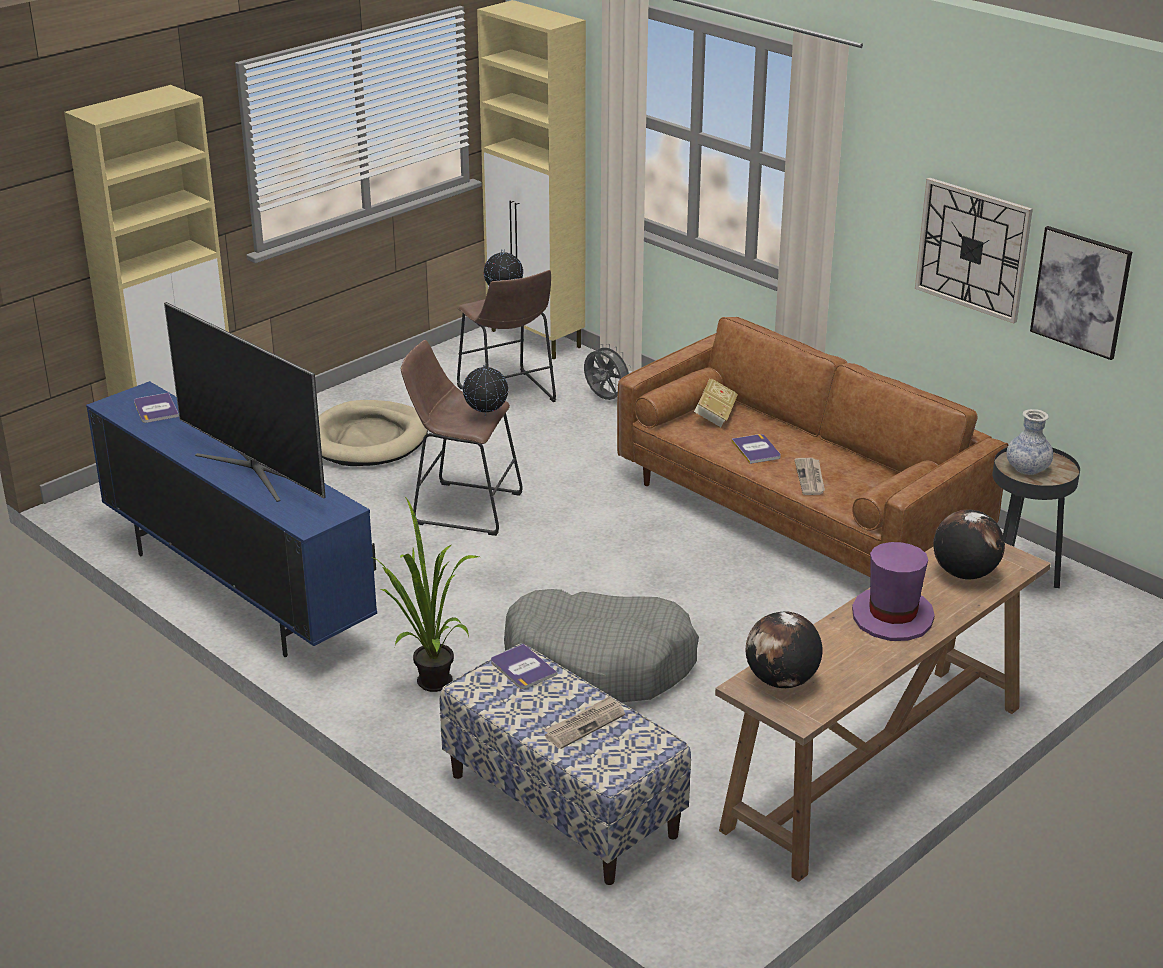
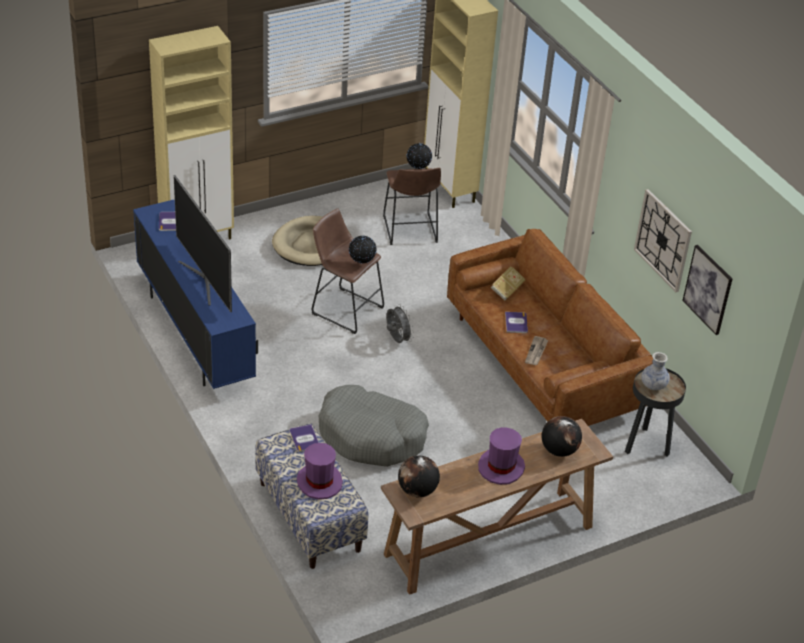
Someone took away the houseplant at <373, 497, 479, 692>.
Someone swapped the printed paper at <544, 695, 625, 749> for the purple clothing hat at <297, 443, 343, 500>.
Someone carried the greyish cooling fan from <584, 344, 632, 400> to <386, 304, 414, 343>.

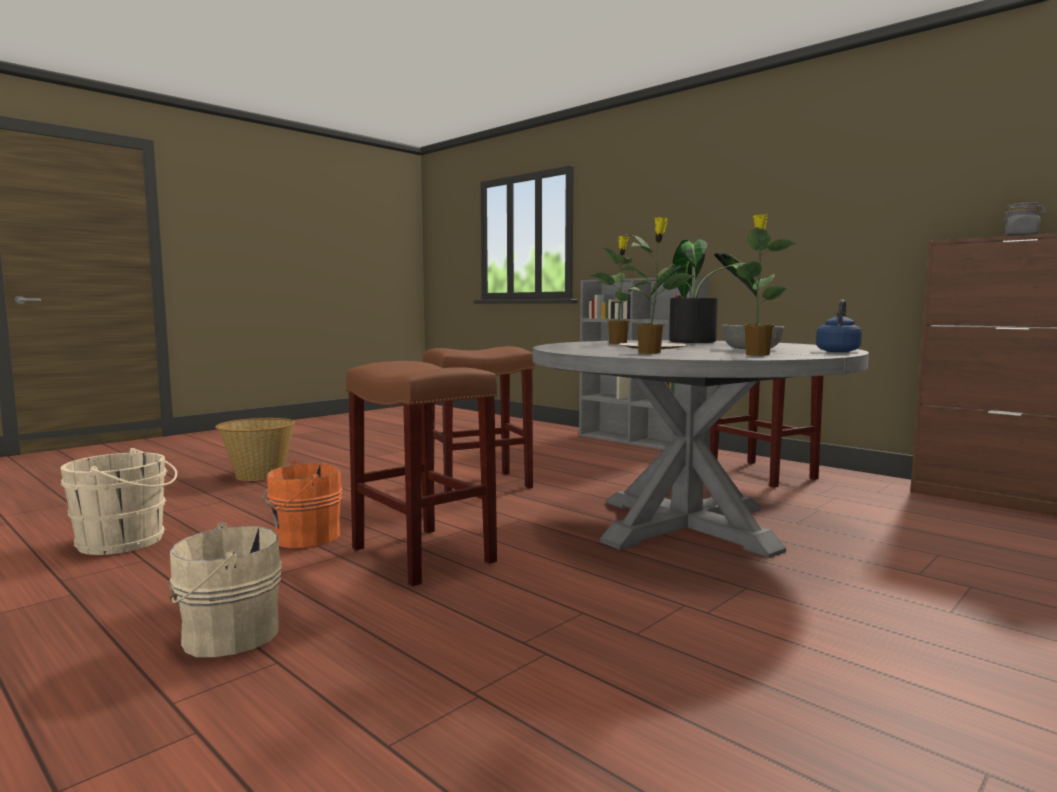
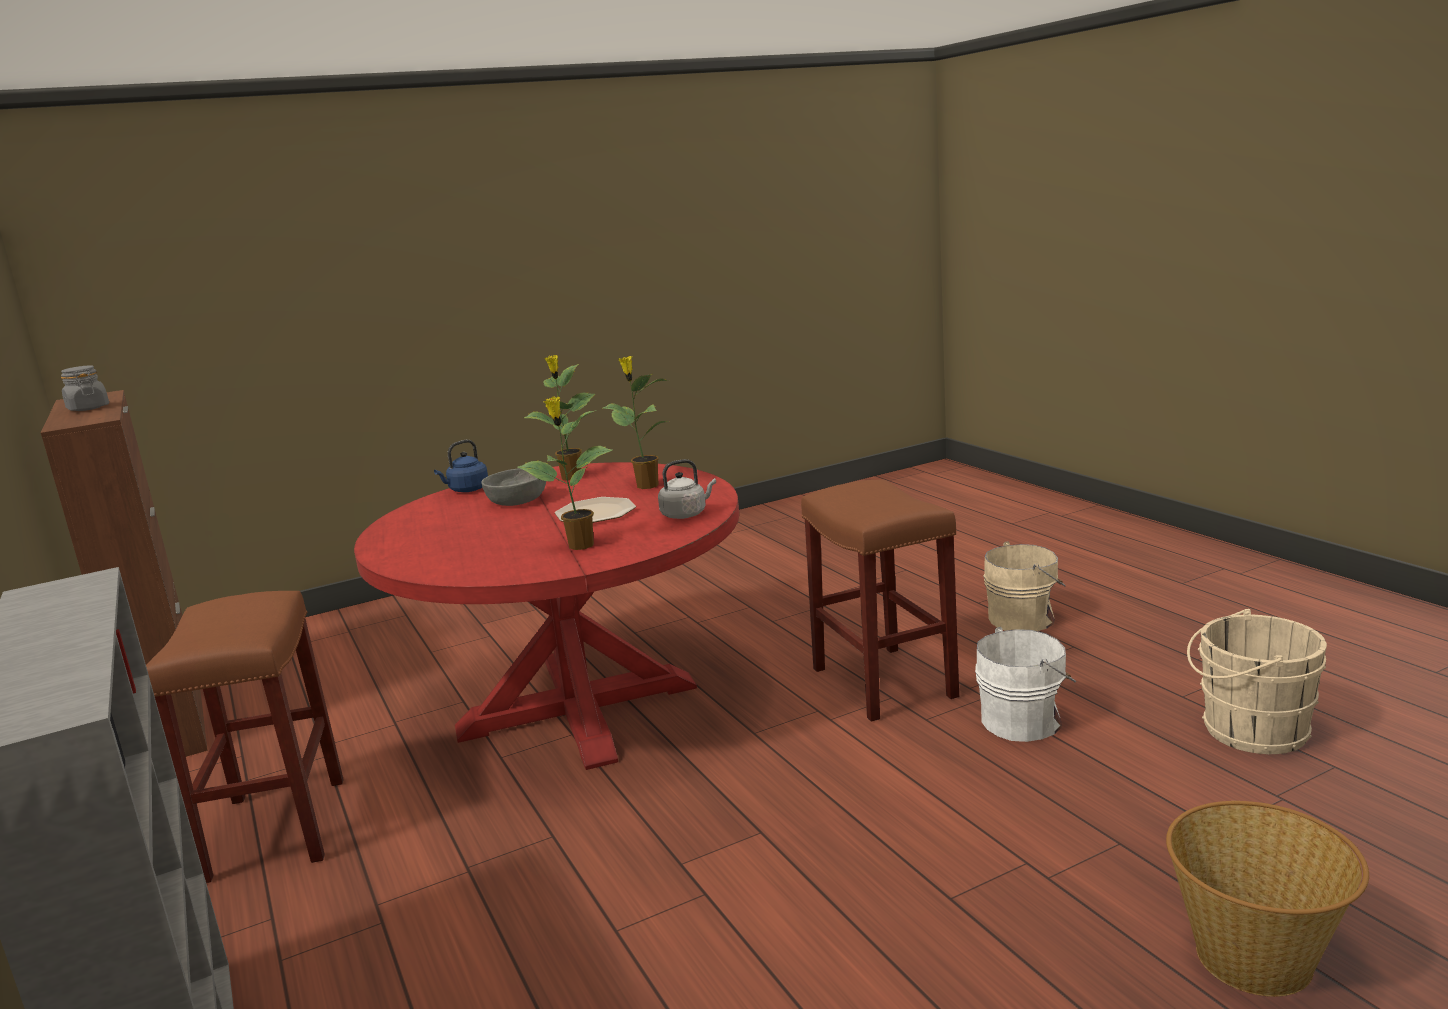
Someone repainted the orange-coloured bucket at <263, 460, 343, 548>, which became the white bucket at <975, 627, 1076, 742>.
Someone took away the brown stool seat at <423, 346, 535, 492>.
Someone repainted the greyish dining table at <533, 340, 869, 558>, which became the red-coloured dining table at <354, 462, 739, 770>.
Someone took away the houseplant at <651, 239, 757, 343>.
Someone put down the greyish kettle at <658, 459, 716, 519>.

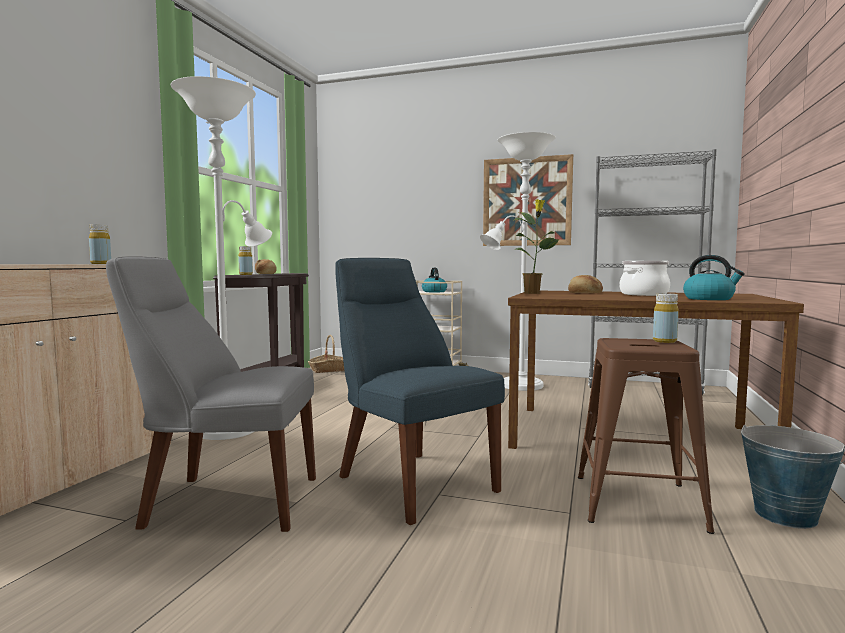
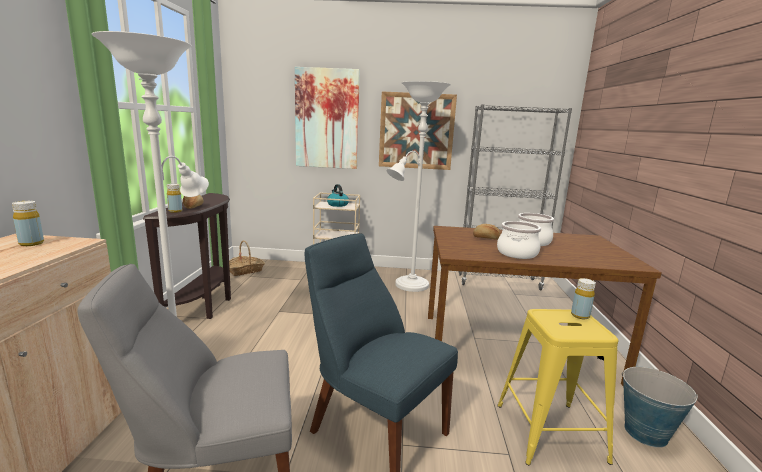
Someone took away the houseplant at <514, 199, 559, 294>.
Someone repainted the brown stool seat at <578, 338, 714, 534>, which became the yellow stool seat at <498, 309, 618, 465>.
Someone took away the kettle at <683, 255, 745, 300>.
Someone put up the wall picture at <295, 67, 360, 169>.
Someone put down the saucepot at <497, 221, 541, 259>.

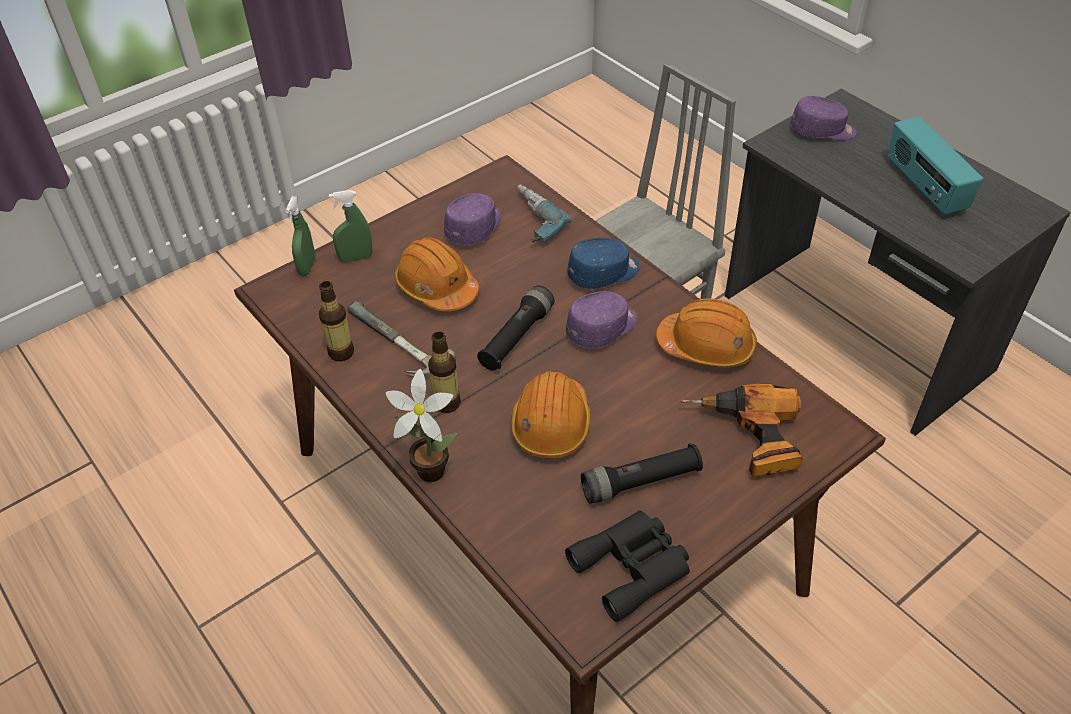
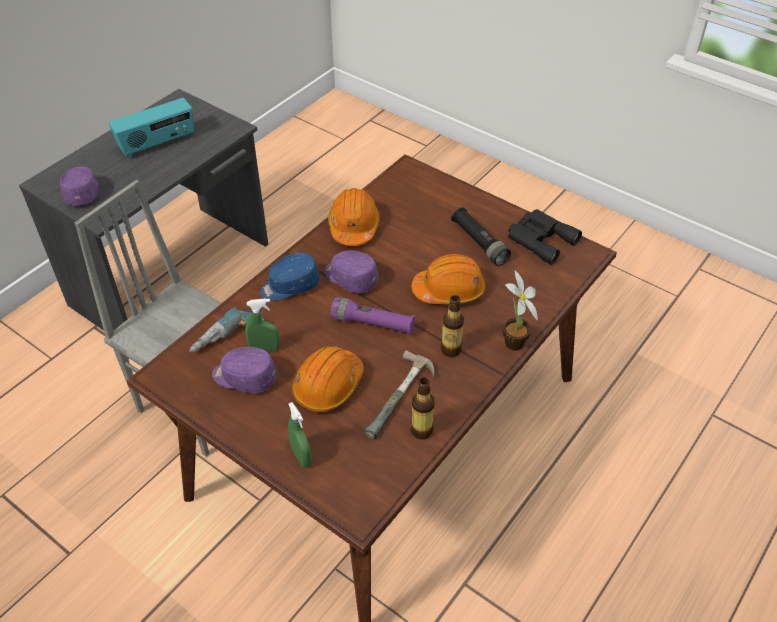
Someone carried the green sprayer from <286, 196, 315, 276> to <245, 298, 280, 353>.
Someone repainted the blackish torch at <477, 285, 554, 371>, which became the purple torch at <331, 297, 415, 335>.
Someone rotated the bluish baseball cap at <567, 238, 640, 289> by 75 degrees counterclockwise.
Someone took away the electric drill at <681, 384, 803, 477>.

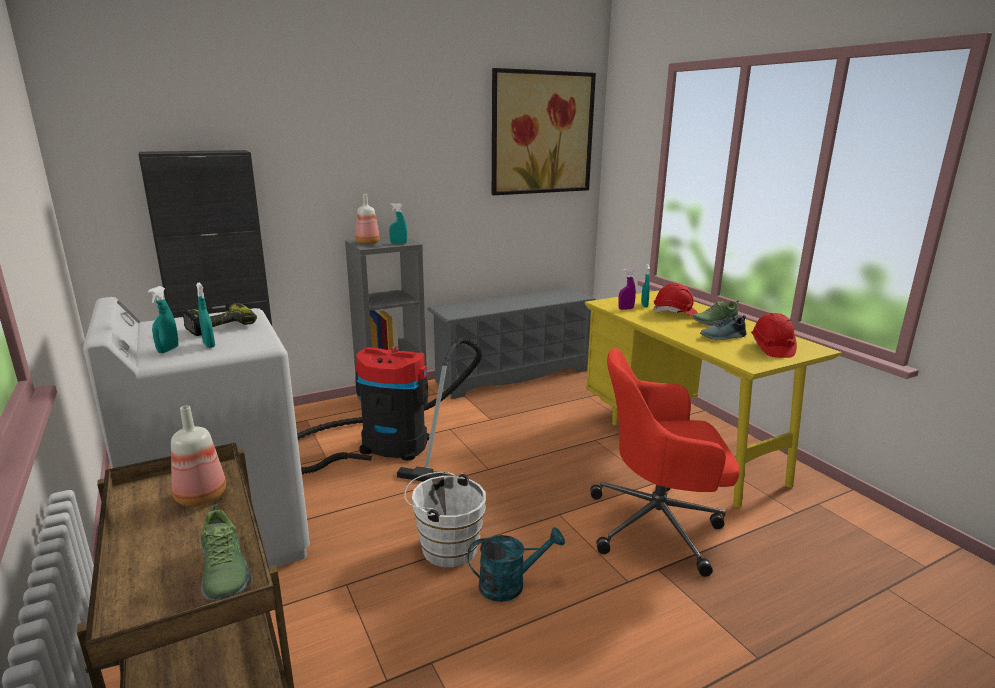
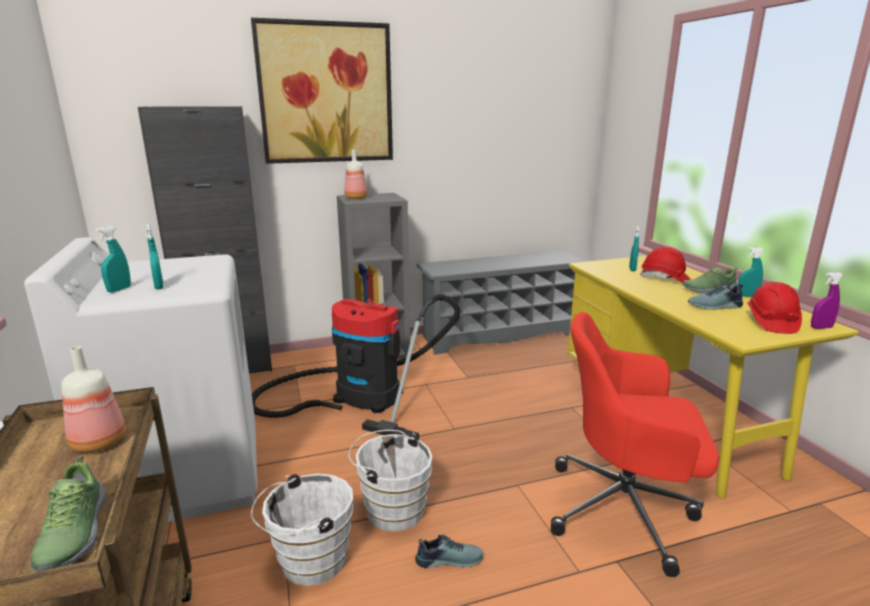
Someone took away the electric drill at <182, 302, 257, 336>.
Someone carried the turquoise-coloured sprayer from <389, 203, 407, 244> to <738, 247, 764, 297>.
Someone swapped the turquoise-coloured watering can at <467, 527, 565, 602> for the item of footwear at <415, 534, 483, 569>.
Someone carried the wall picture from <492, 68, 596, 195> to <251, 18, 393, 164>.
Someone carried the purple sprayer from <618, 268, 636, 310> to <811, 272, 843, 329>.
Someone put down the white bucket at <251, 474, 353, 586>.

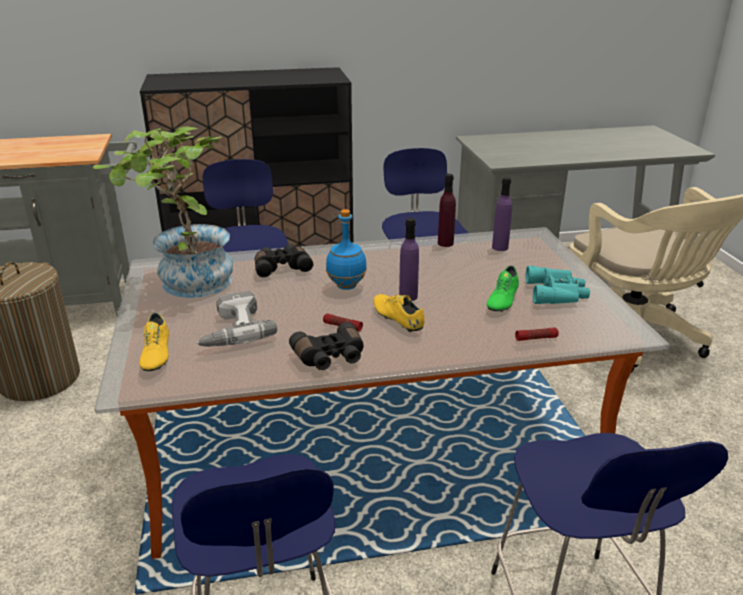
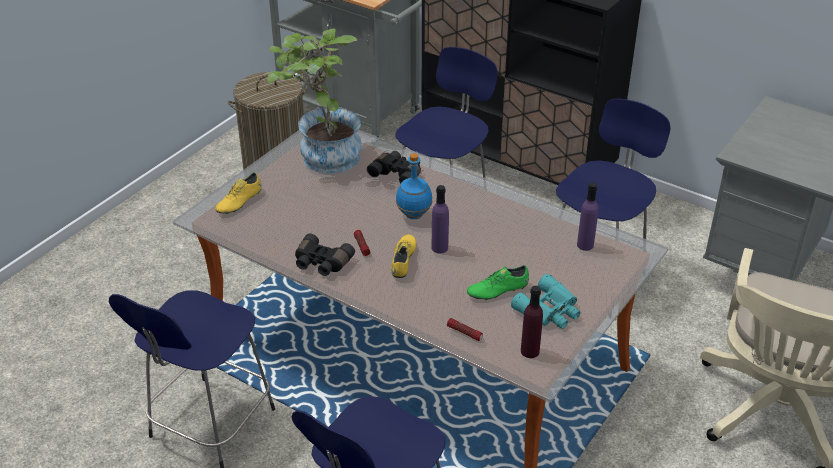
Someone took away the electric drill at <196, 291, 277, 347>.
Someone carried the purple bottle from <438, 174, 456, 247> to <521, 286, 543, 358>.

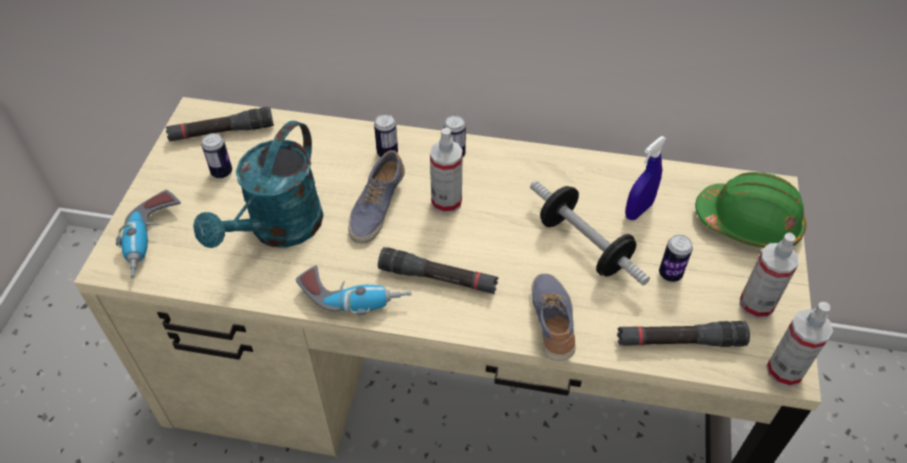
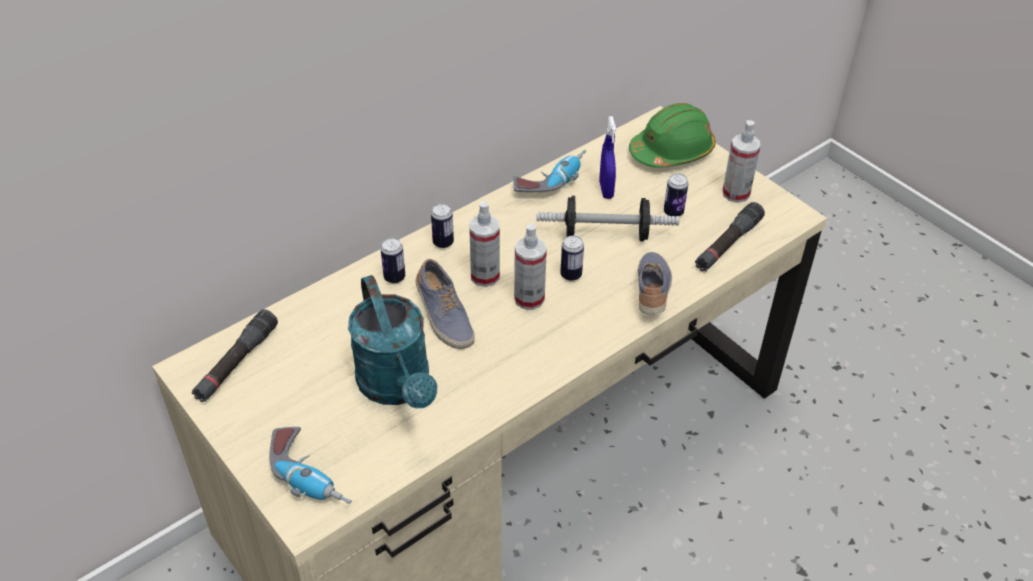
Someone carried the can from <202, 133, 232, 178> to <560, 235, 584, 281>.
Someone carried the electric drill from <296, 265, 411, 316> to <513, 150, 586, 192>.
Someone took away the blackish torch at <378, 247, 498, 294>.
Someone rotated the item of footwear at <531, 273, 576, 361> by 60 degrees clockwise.
Someone carried the sprayer from <766, 302, 833, 387> to <514, 224, 547, 310>.

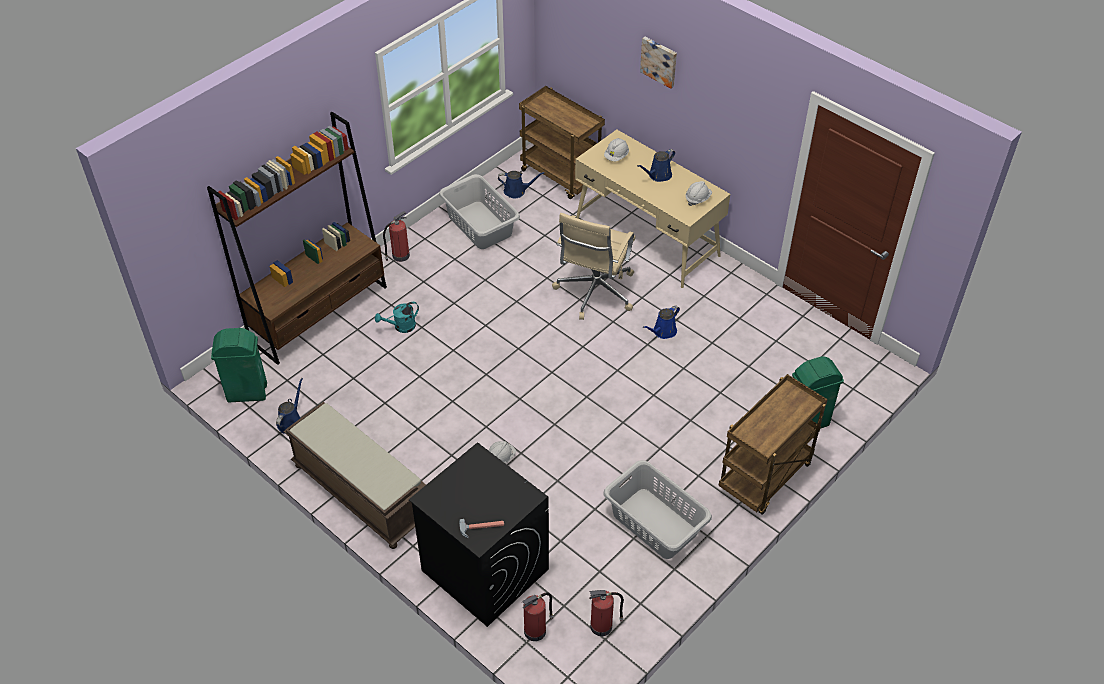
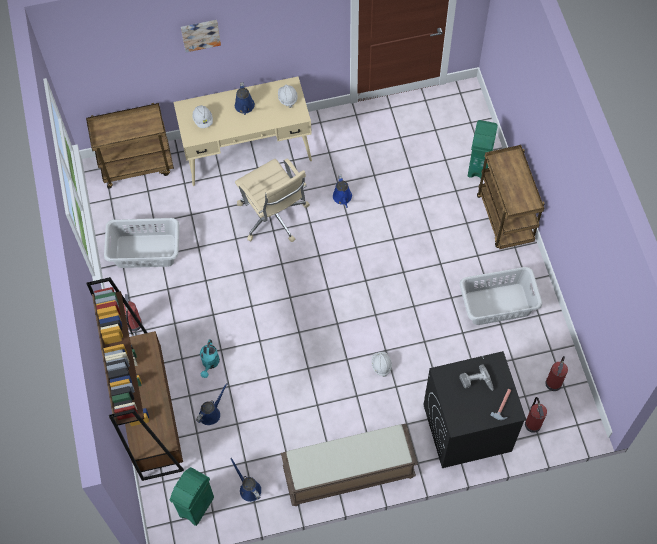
Someone carried the bluish watering can from <498, 171, 545, 198> to <196, 383, 228, 425>.
Someone put down the electric drill at <460, 364, 493, 391>.

